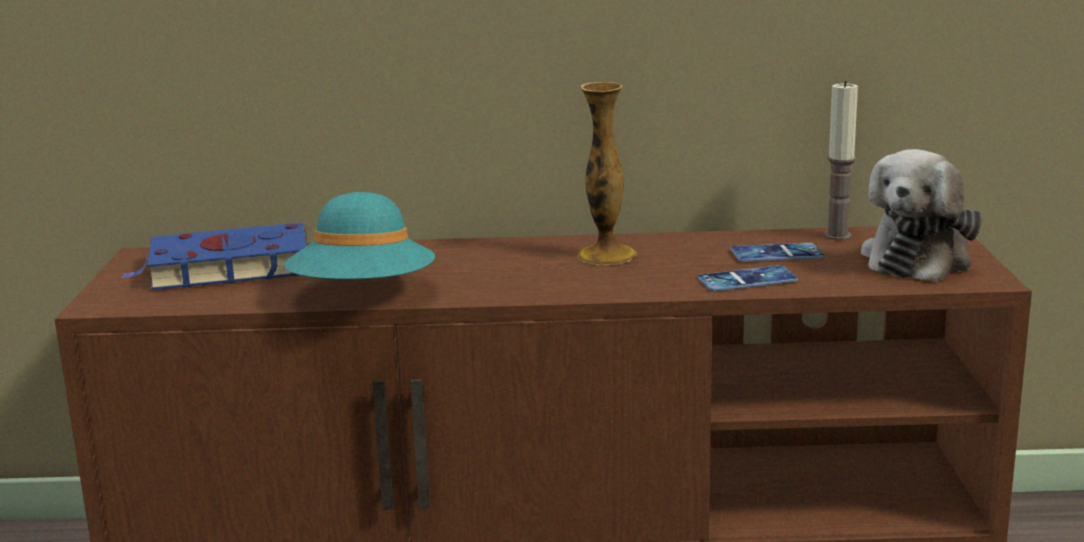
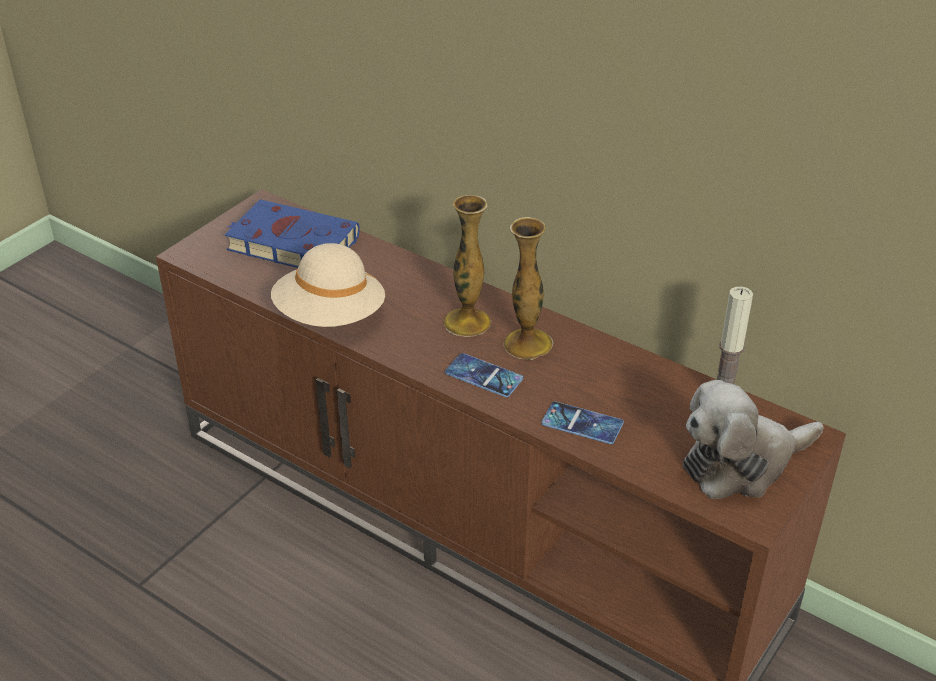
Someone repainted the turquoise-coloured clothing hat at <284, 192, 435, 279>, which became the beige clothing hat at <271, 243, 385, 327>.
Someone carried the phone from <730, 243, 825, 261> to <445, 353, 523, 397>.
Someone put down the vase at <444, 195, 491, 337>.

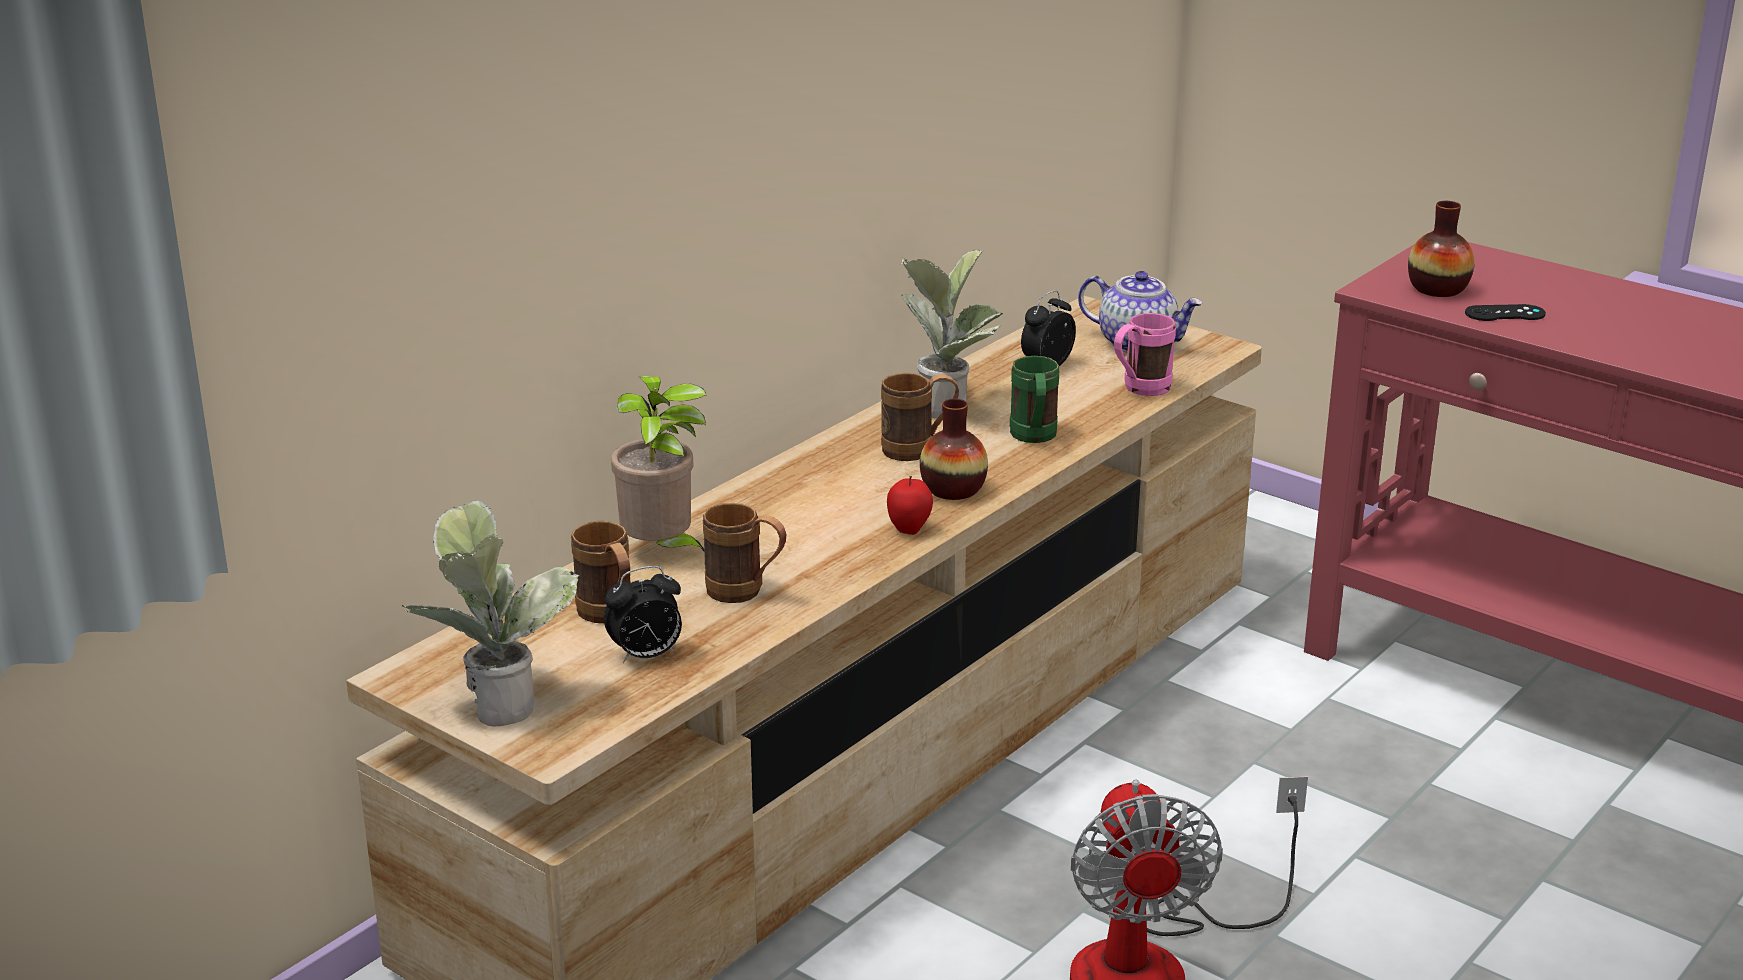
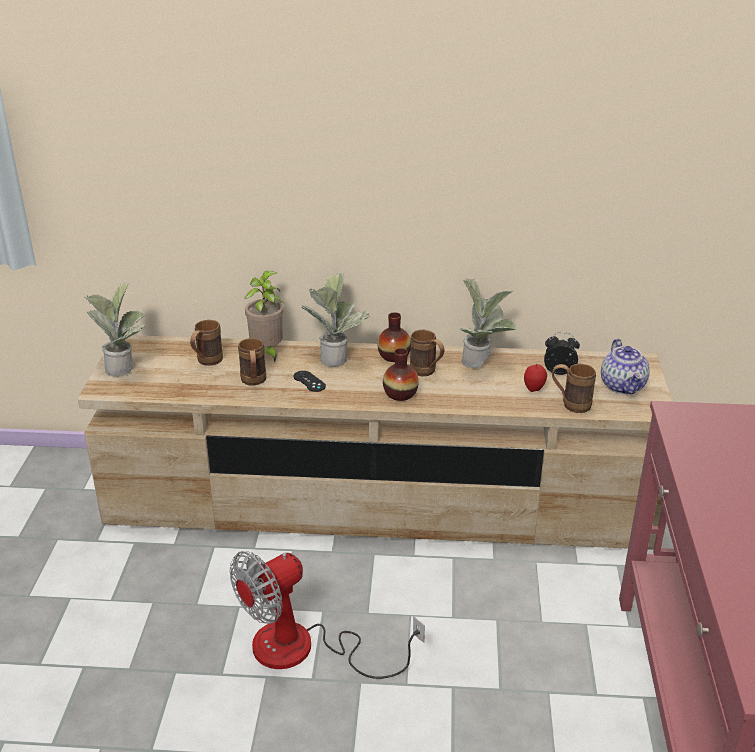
Someone took away the table clock at <604, 566, 682, 663>.
Someone carried the apple fruit from <887, 476, 933, 535> to <524, 364, 547, 392>.
Someone took away the green coffee mug at <1010, 356, 1059, 443>.
Someone repainted the pink-coloured coffee mug at <1114, 313, 1176, 396>, which became the brown coffee mug at <552, 364, 596, 413>.
Someone carried the vase from <1408, 201, 1475, 297> to <377, 312, 411, 362>.
Someone carried the blackish game controller from <1465, 304, 1546, 321> to <293, 371, 326, 392>.
Someone put down the houseplant at <301, 273, 370, 367>.

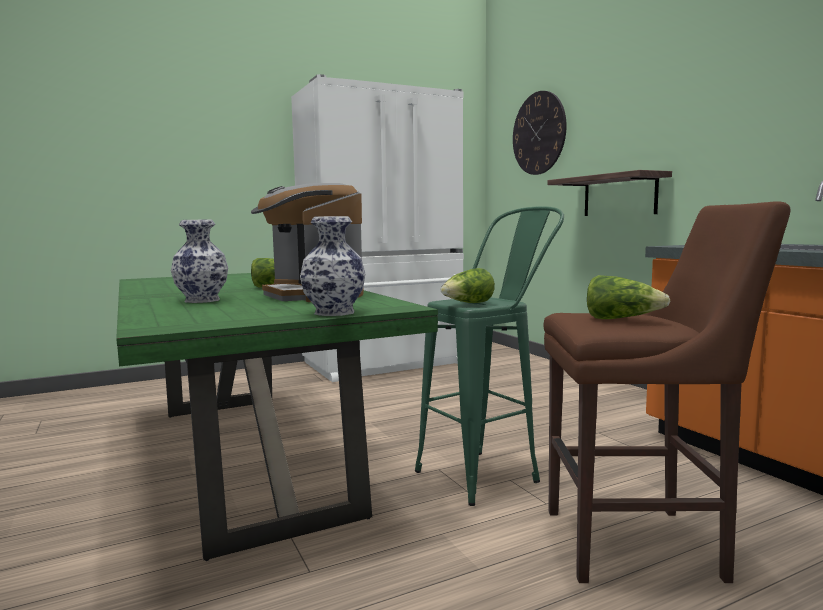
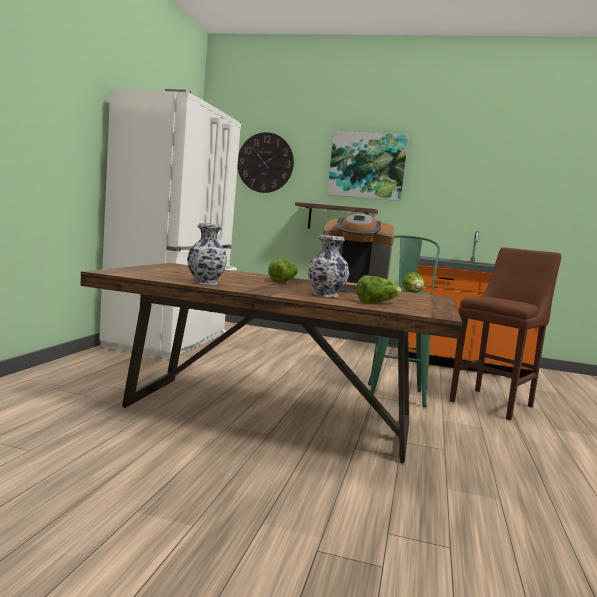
Someone repainted the green dining table at <116, 273, 438, 561>, which became the brown dining table at <81, 263, 462, 463>.
Someone carried the vase from <300, 216, 365, 316> to <187, 223, 227, 285>.
Someone carried the lettuce head from <587, 275, 670, 319> to <356, 275, 402, 303>.
Someone put up the wall picture at <327, 131, 409, 201>.

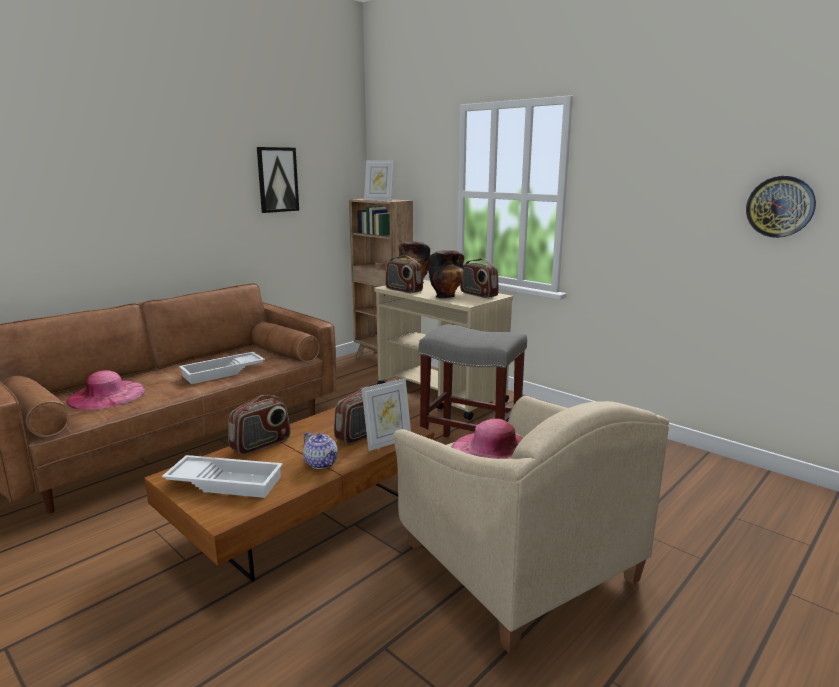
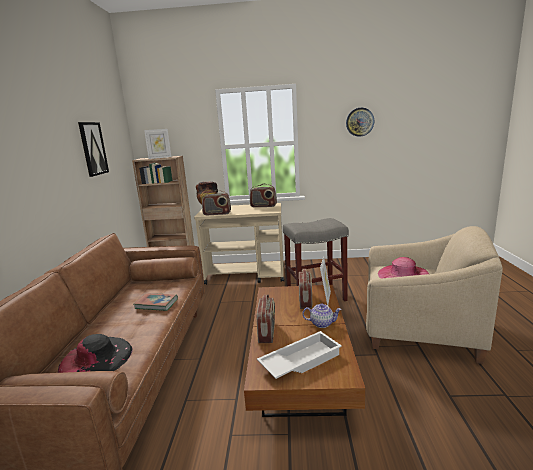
Someone repainted the pink-coloured clothing hat at <66, 370, 145, 410>, which became the blackish clothing hat at <58, 334, 132, 373>.
Someone swapped the white tray at <179, 352, 265, 384> for the bound book at <133, 293, 178, 311>.
Someone took away the vase at <428, 250, 464, 298>.
Someone carried the hanging clock from <746, 176, 816, 238> to <346, 108, 374, 137>.

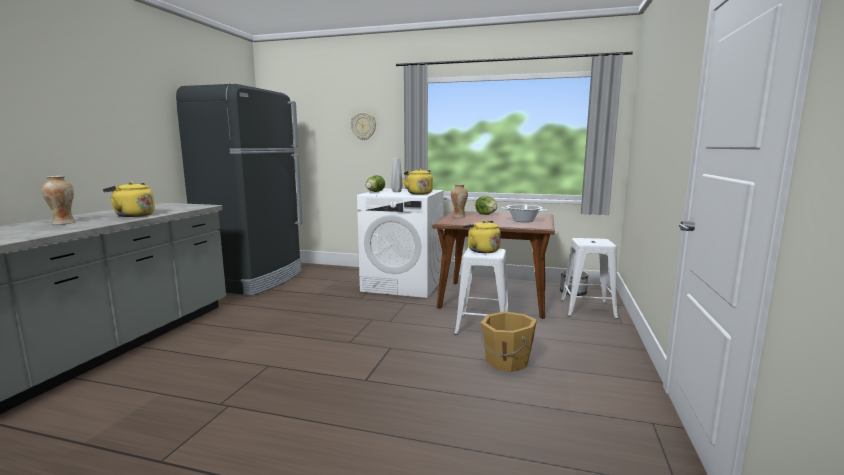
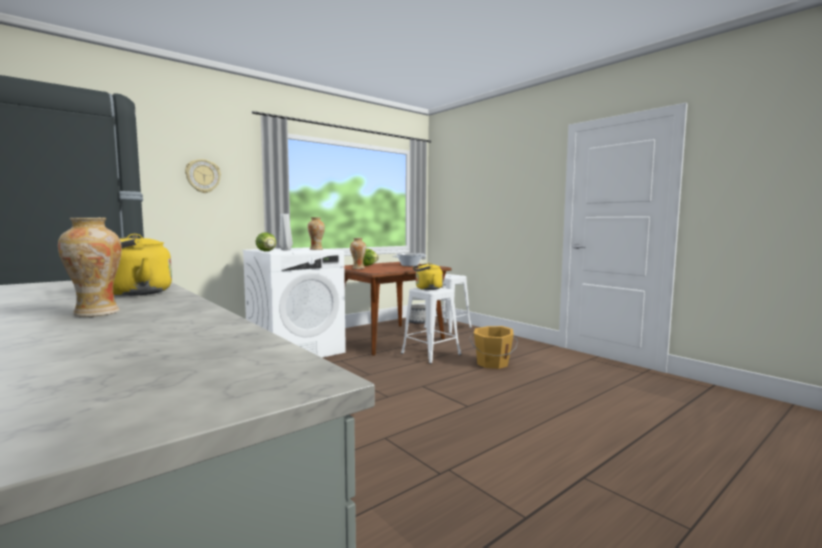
Someone swapped the yellow kettle at <403, 169, 433, 195> for the vase at <307, 217, 325, 250>.

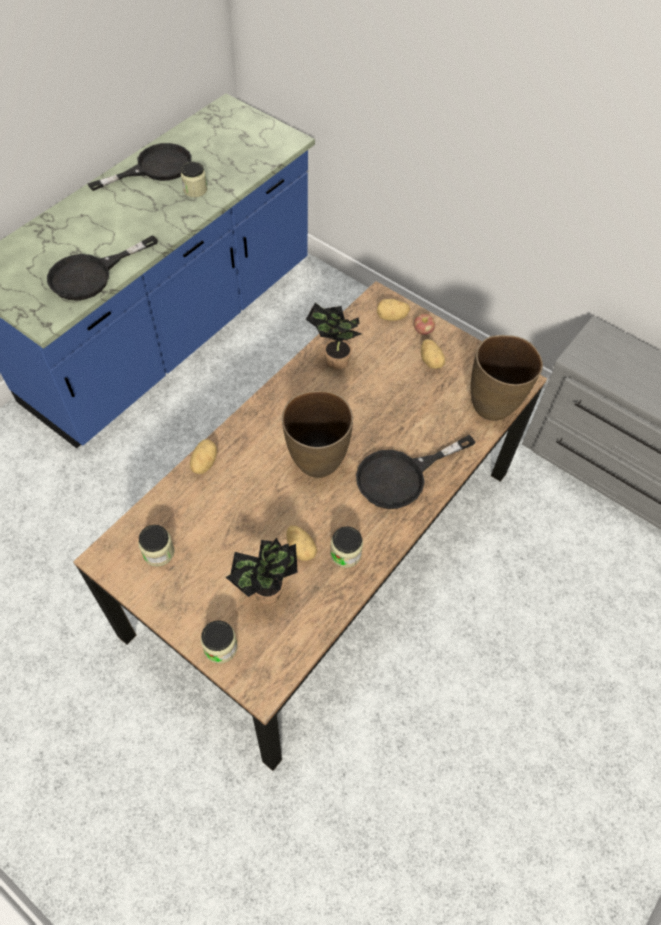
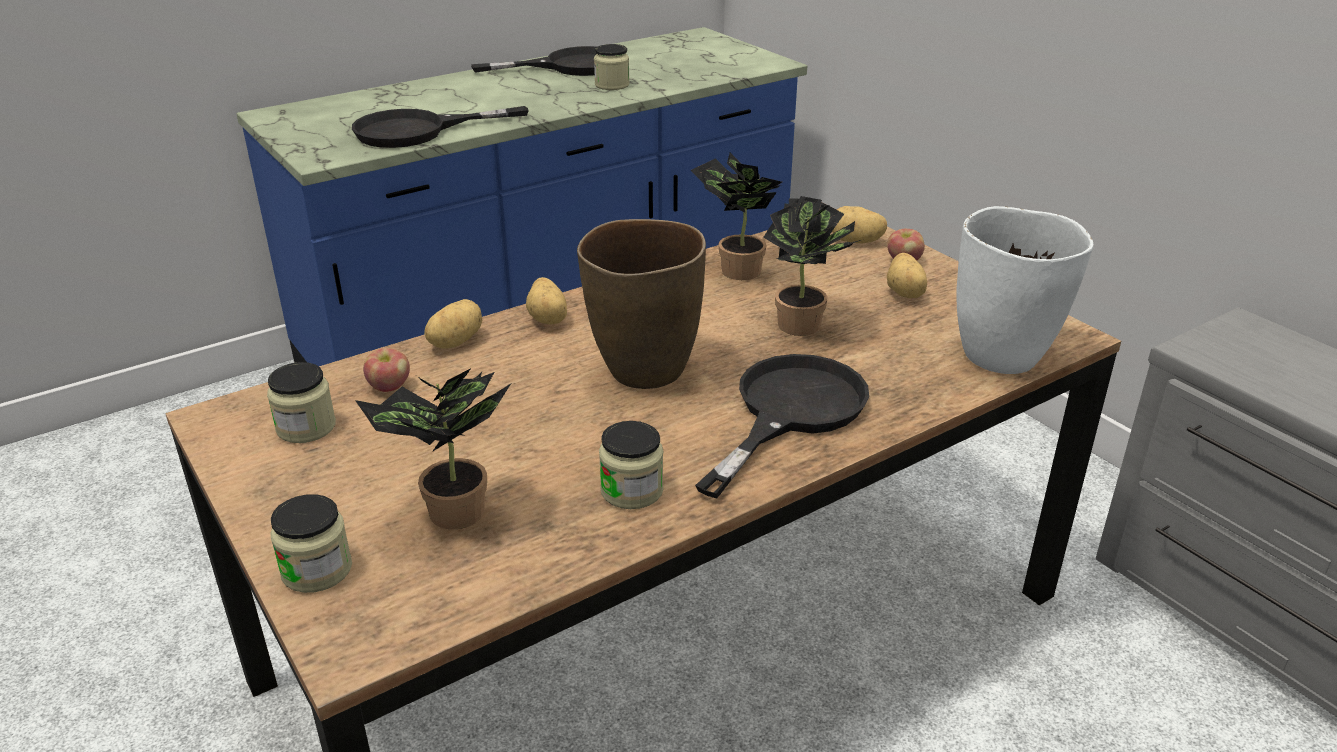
Someone carried the spud from <286, 526, 317, 561> to <526, 277, 567, 325>.
Someone rotated the blackish frying pan at <356, 435, 476, 509> by 135 degrees clockwise.
Someone repainted the brown vase at <471, 335, 543, 421>, which became the white vase at <956, 206, 1093, 374>.
Someone put down the apple fruit at <363, 348, 410, 392>.
Someone put down the houseplant at <763, 196, 864, 336>.

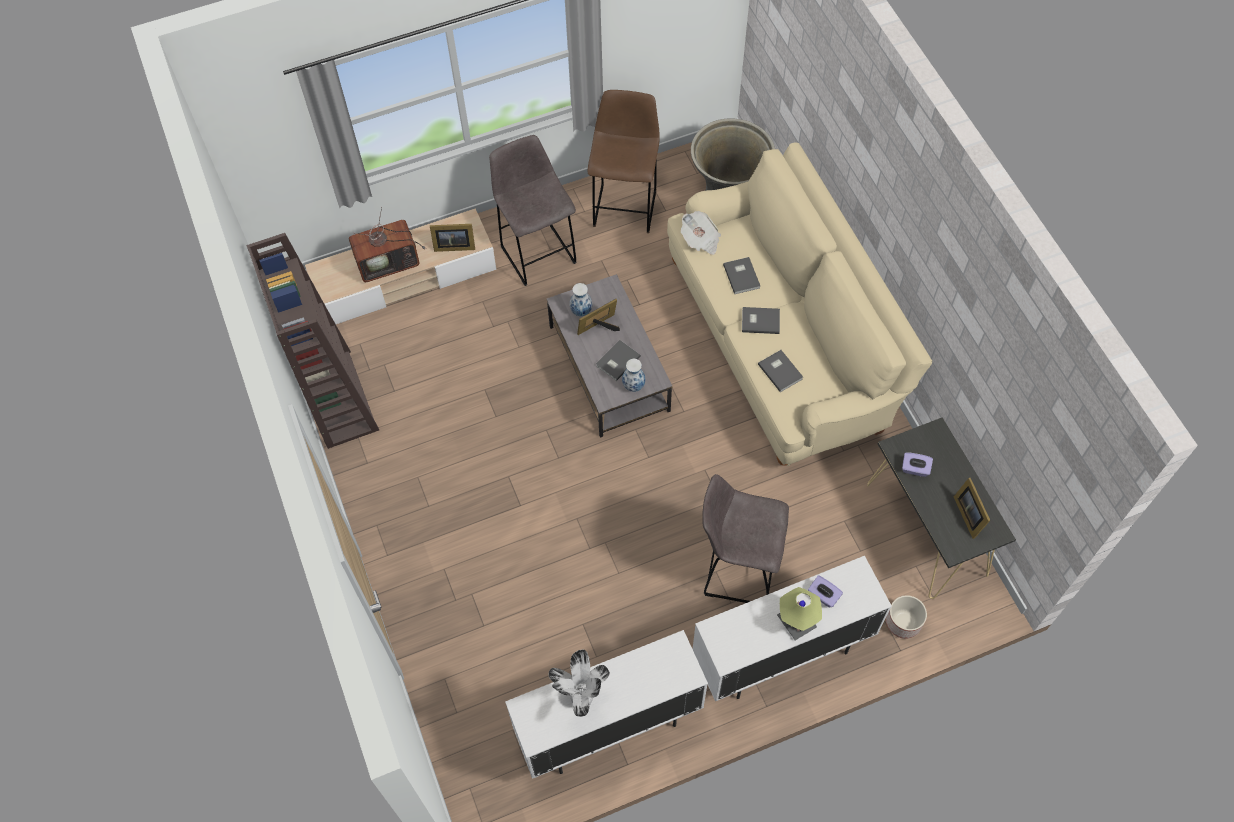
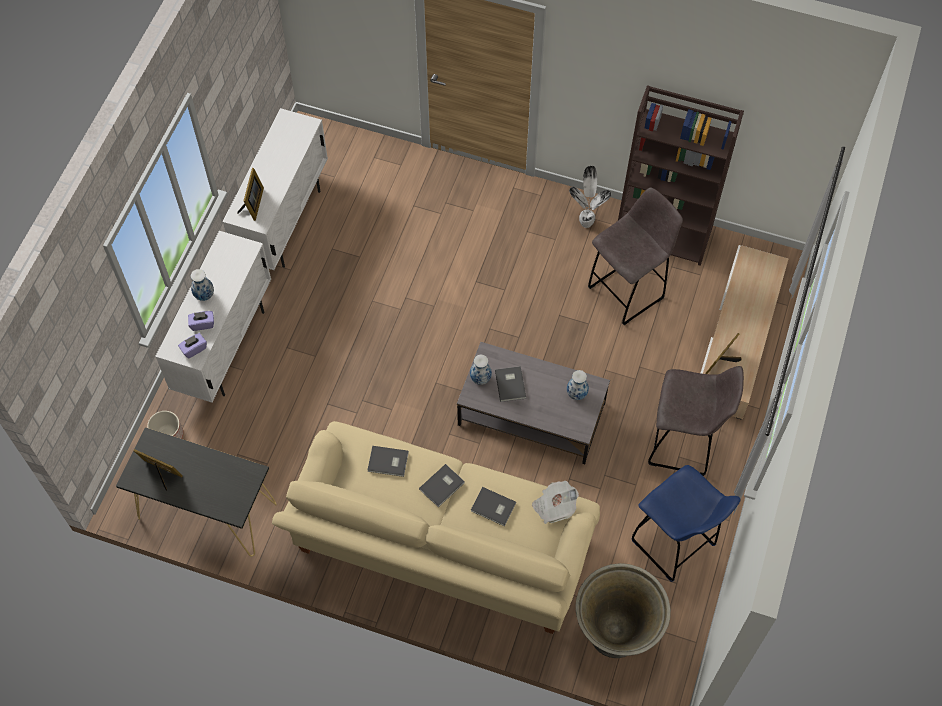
Someone took away the television at <349, 207, 426, 282>.
Someone carried the houseplant from <548, 649, 610, 717> to <569, 166, 611, 228>.
Someone carried the photo frame from <577, 299, 620, 335> to <237, 168, 264, 221>.
Someone repainted the brown stool seat at <588, 90, 660, 233>, which became the bluish stool seat at <631, 465, 741, 582>.
Someone carried the greyish stool seat from <702, 474, 789, 603> to <588, 187, 683, 325>.
Someone swapped the tabletop lamp at <777, 587, 822, 640> for the vase at <191, 269, 214, 301>.
Someone carried the purple box of tissues from <902, 453, 933, 477> to <178, 333, 207, 358>.

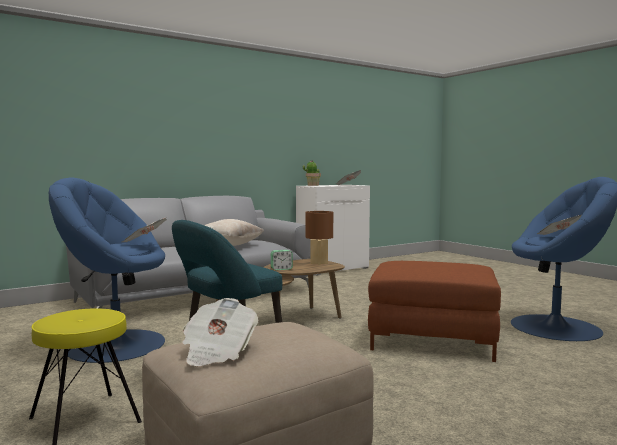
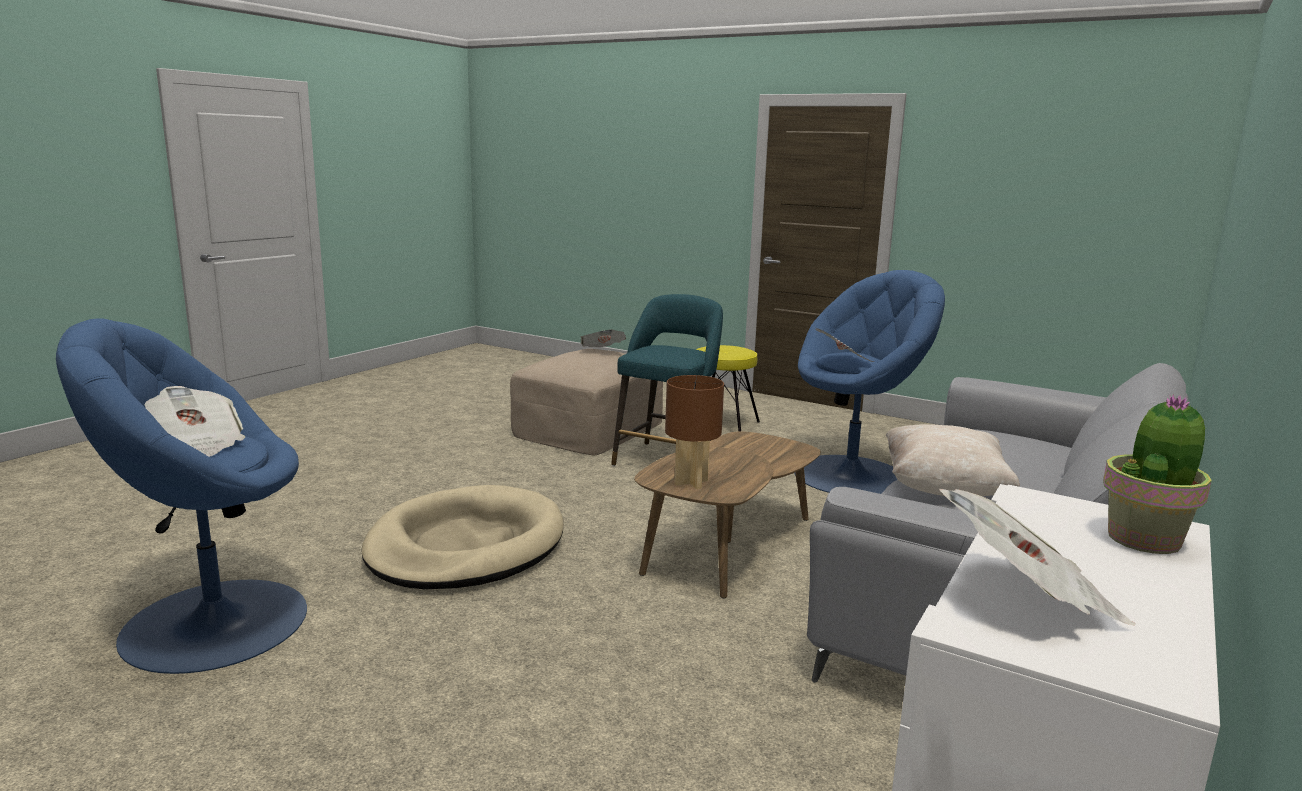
Someone took away the table clock at <271, 250, 293, 270>.
Someone swapped the brown pouffe at <368, 261, 501, 362> for the beige dog cushion at <361, 485, 564, 589>.

